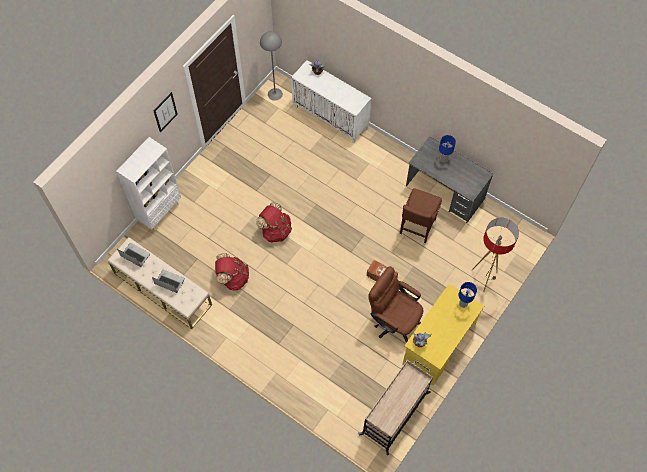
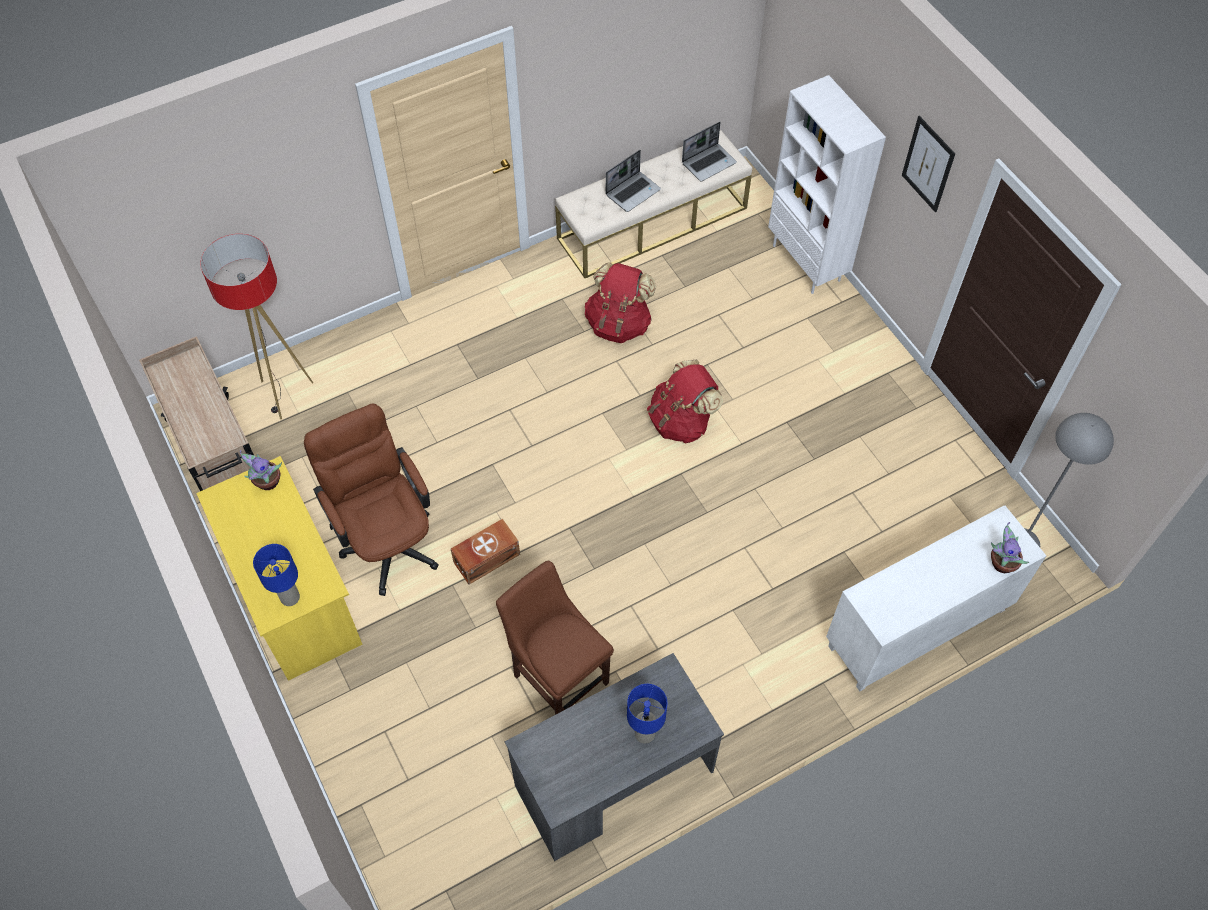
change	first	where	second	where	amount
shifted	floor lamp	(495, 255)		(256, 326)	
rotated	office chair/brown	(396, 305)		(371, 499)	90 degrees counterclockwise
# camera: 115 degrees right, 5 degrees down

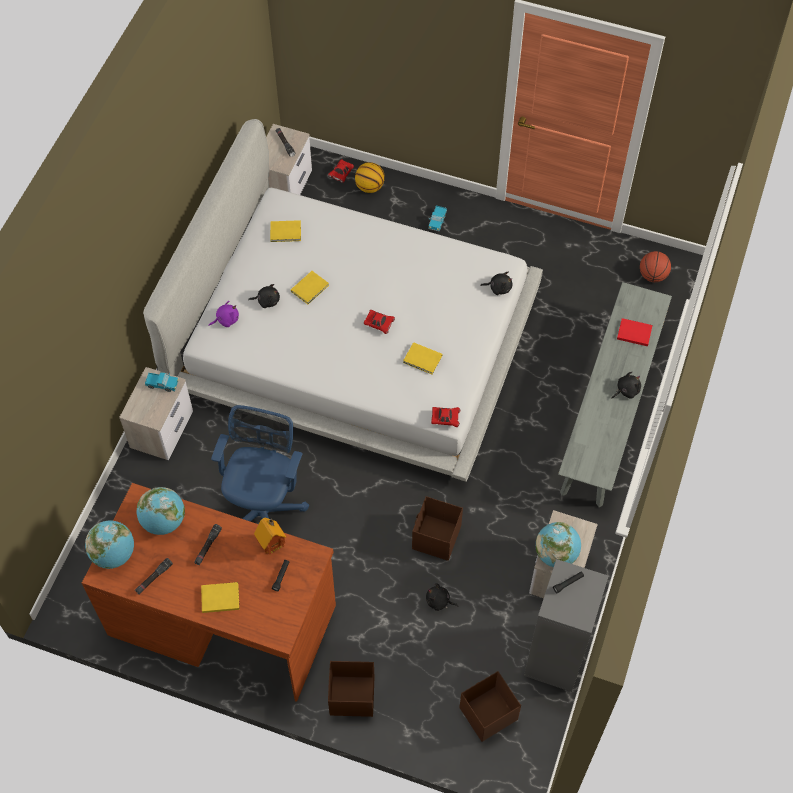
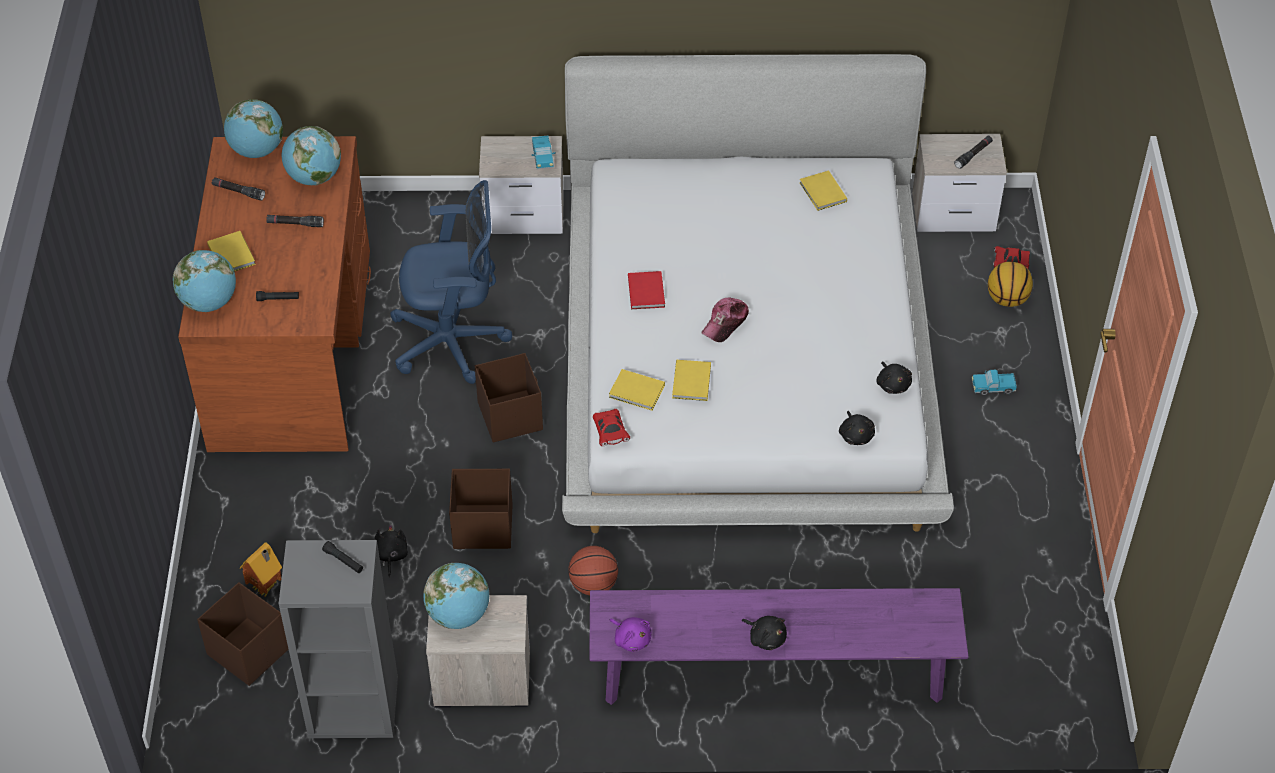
change	first	where	second	where	amount
new			globe	(204, 281)	
shifted	toy house	(270, 536)		(261, 570)	
shifted	storage box/brown	(351, 689)		(509, 398)	
shifted	basketball	(655, 266)		(593, 570)	
repainted	bench/grey	(615, 394)	bench/purple	(779, 646)	
shifted	book/yellow	(310, 287)		(637, 390)	
shifted	plush toy/purple	(223, 314)		(630, 634)	
shifted	book/red	(635, 332)		(646, 290)	
swapped	toy car/red	(379, 322)	cap	(725, 319)	
shifted	plush toy/black	(264, 296)		(894, 377)	
# camera: 70 degrees right, 10 degrees down

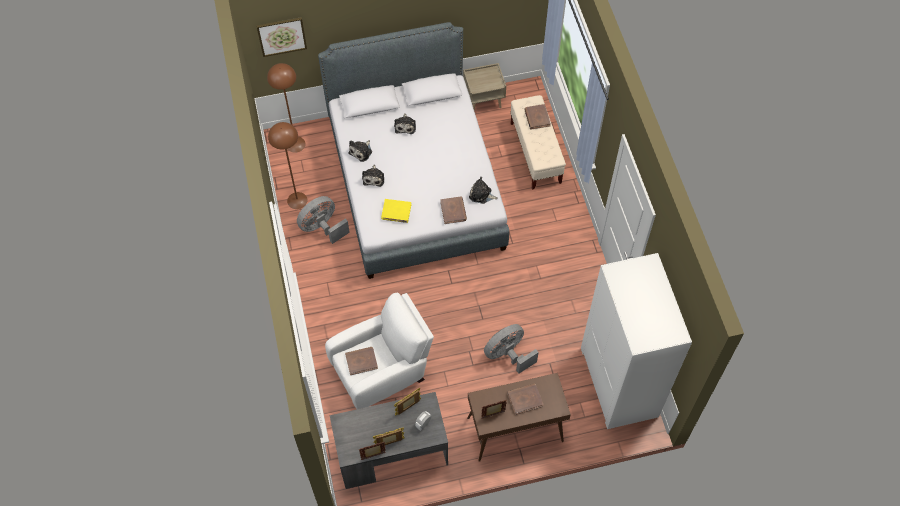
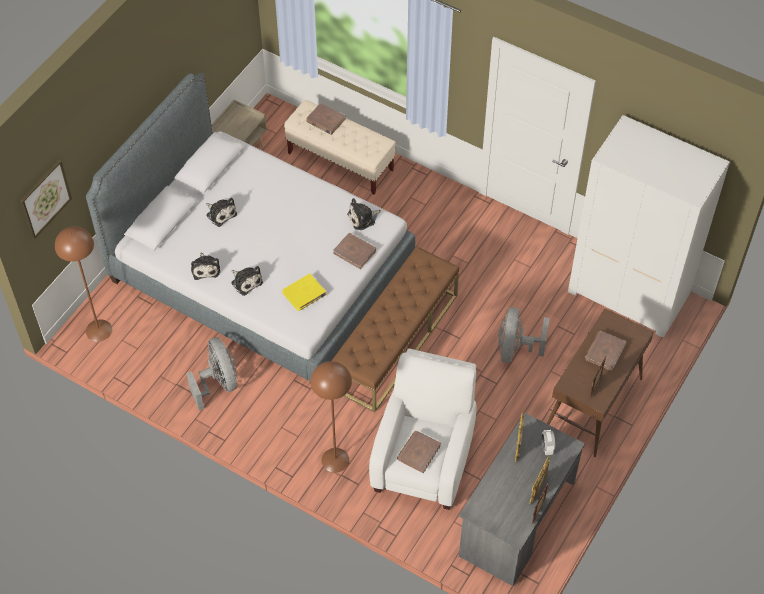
change	first	where	second	where	amount
rotated	fan/grey	(323, 220)		(212, 373)	150 degrees clockwise
shifted	floor lamp/brown	(287, 165)		(331, 417)	
new			bench/brown	(395, 329)	
# camera: 45 degrees left, 5 degrees down

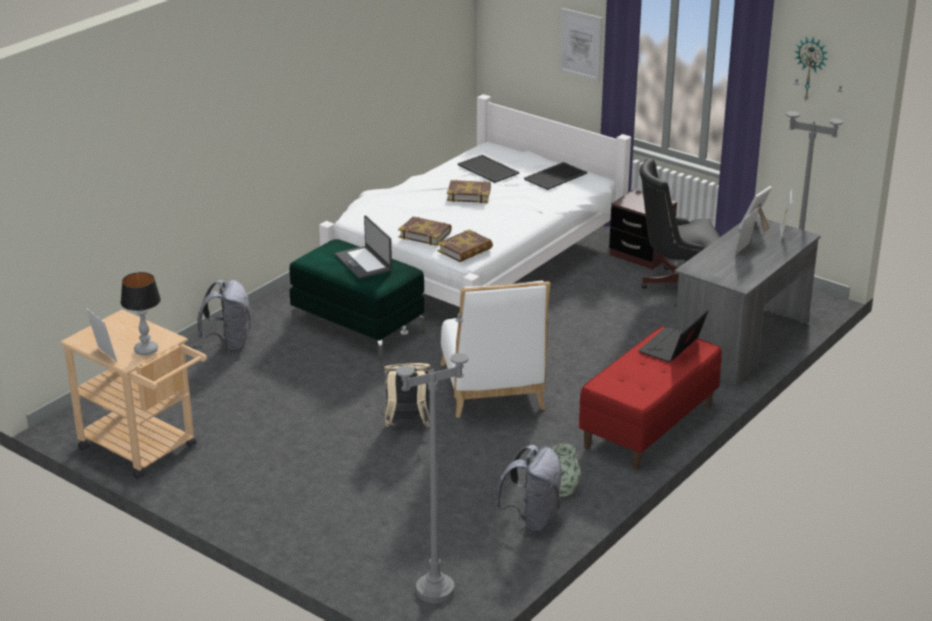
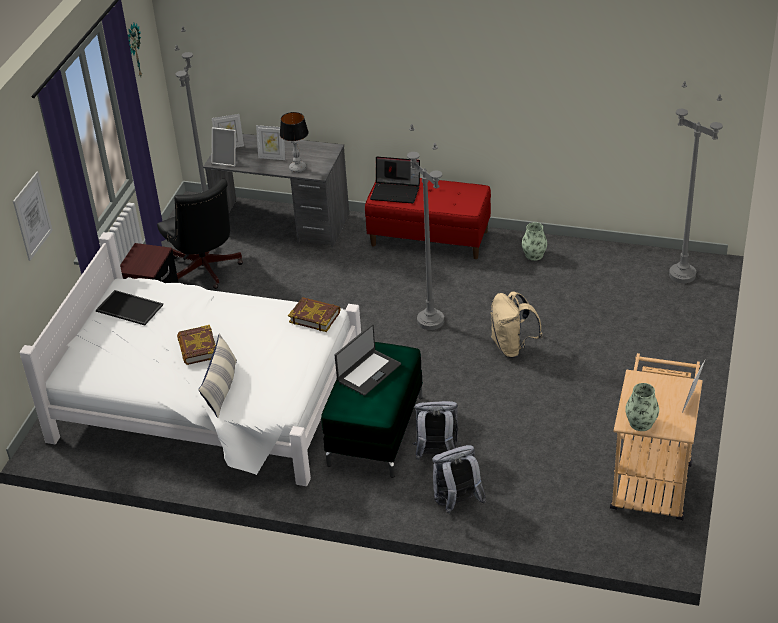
change	first	where	second	where	amount
new			pillow	(217, 376)	
shifted	table lamp	(141, 314)		(294, 142)	
swapped	chair/white	(495, 349)	floor lamp/grey	(425, 227)	
shifted	backpack/grey	(529, 489)		(437, 431)	
new			vase	(642, 407)	
gone	book	(425, 231)			
gone	tray	(488, 169)			
# camera: 110 degrees left, 10 degrees up

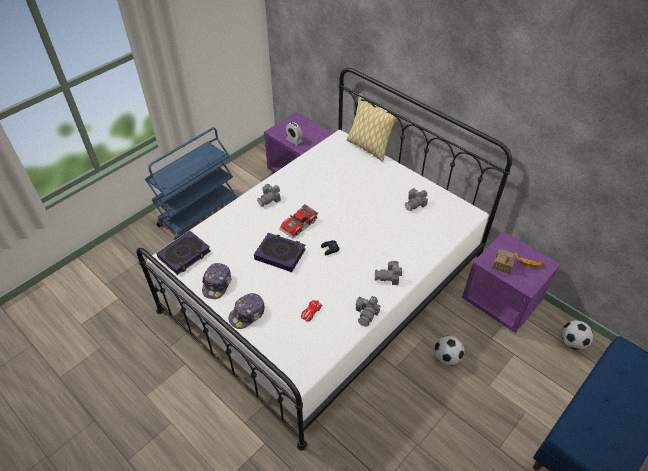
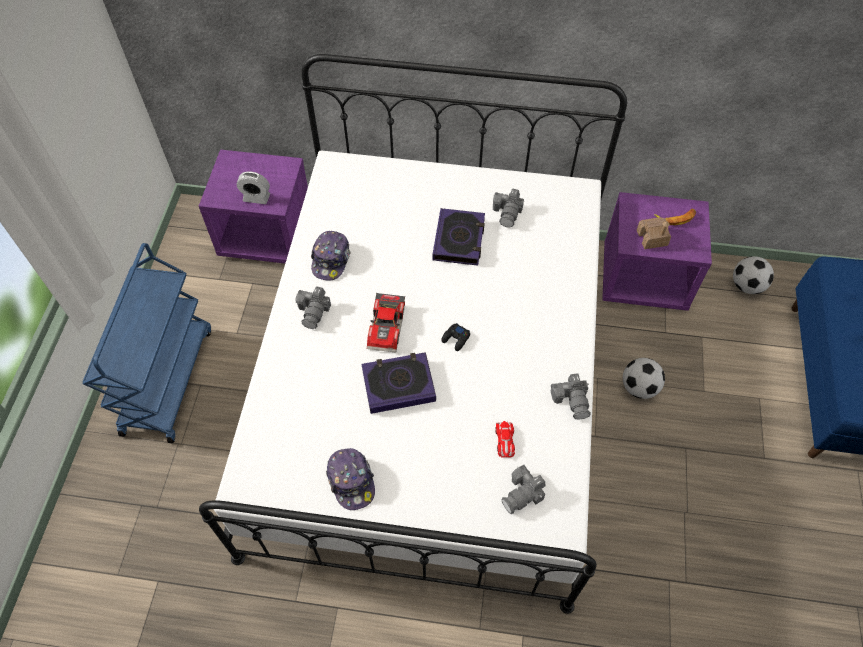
change	first	where	second	where	amount
shifted	cap	(246, 311)		(331, 255)	
shifted	book	(183, 253)		(458, 237)	
shifted	photo camera	(388, 272)		(523, 489)	
gone	pillow	(372, 128)			
# camera: 35 degrees left, 10 degrees up

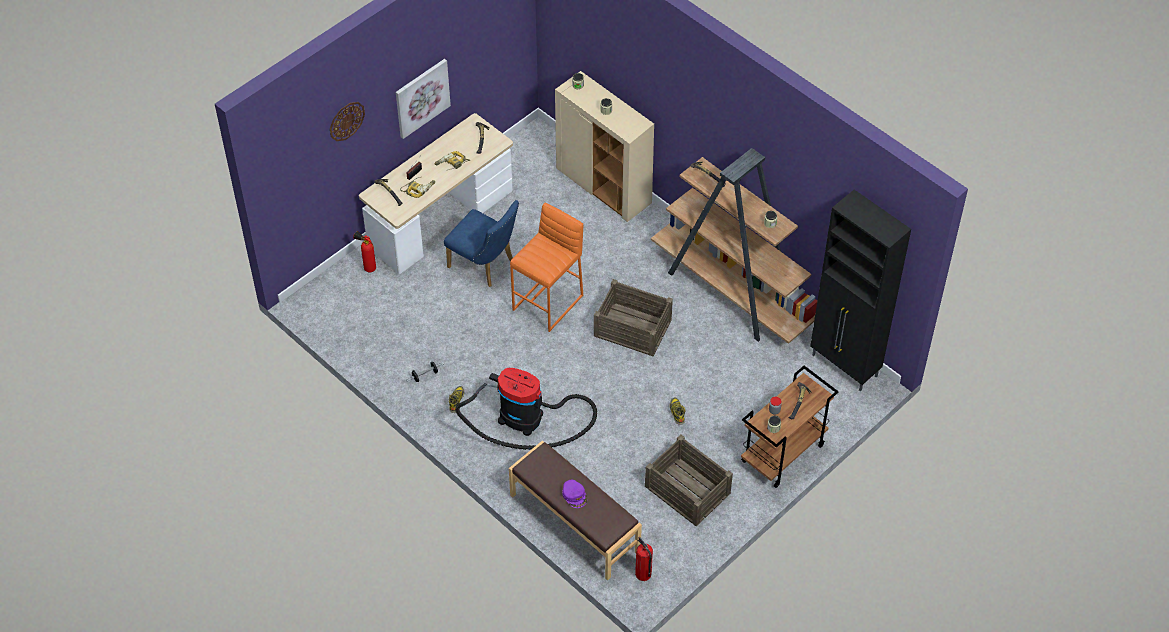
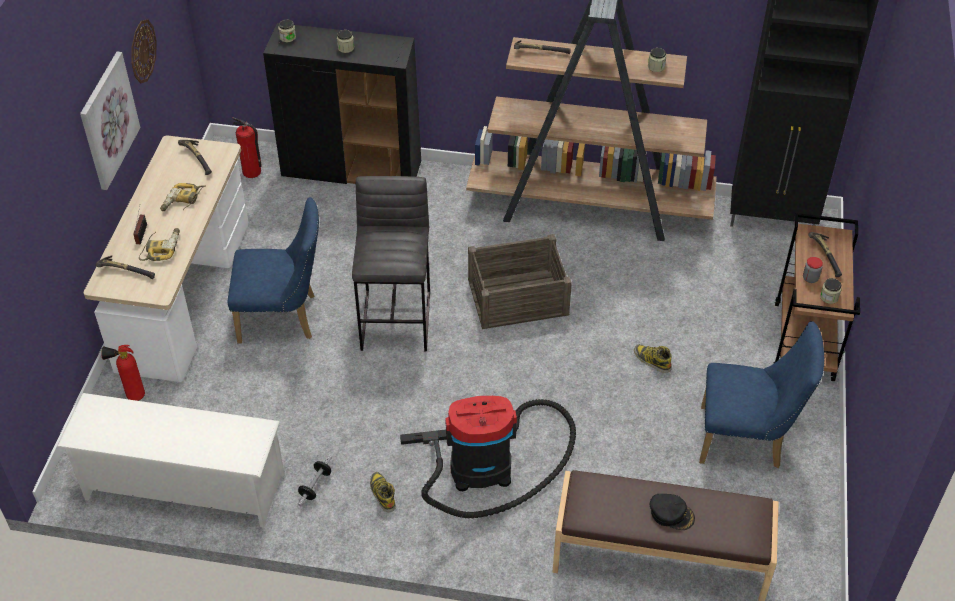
change	first	where	second	where	amount
new			shoe rack/white	(171, 460)	
shifted	wall clock	(347, 121)		(143, 51)	
shifted	fire extinguisher	(644, 559)		(247, 147)	
repainted	cabinet/beige	(604, 146)	cabinet/black	(342, 103)	
repainted	stool/orange	(546, 267)	stool/grey	(391, 264)	
repainted	cap/purple	(575, 494)	cap/black	(672, 512)	
swapped	crate	(689, 480)	chair/blue	(762, 394)	
# camera: 35 degrees left, 5 degrees down

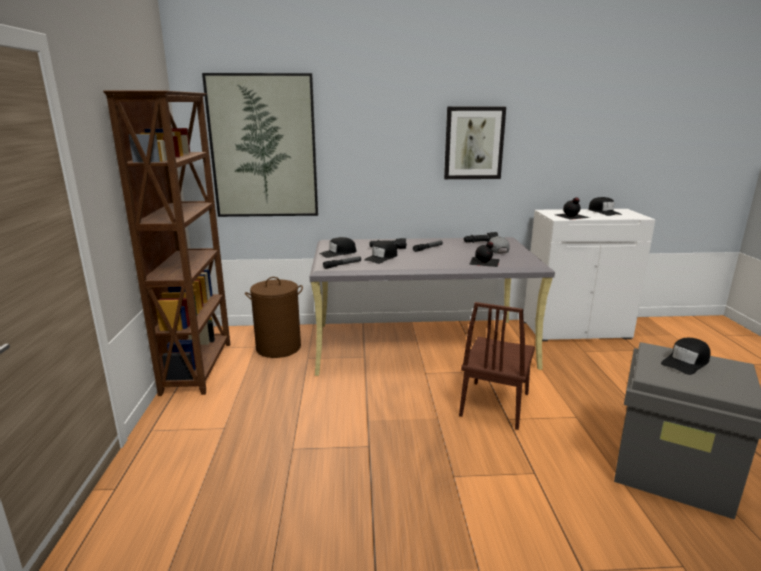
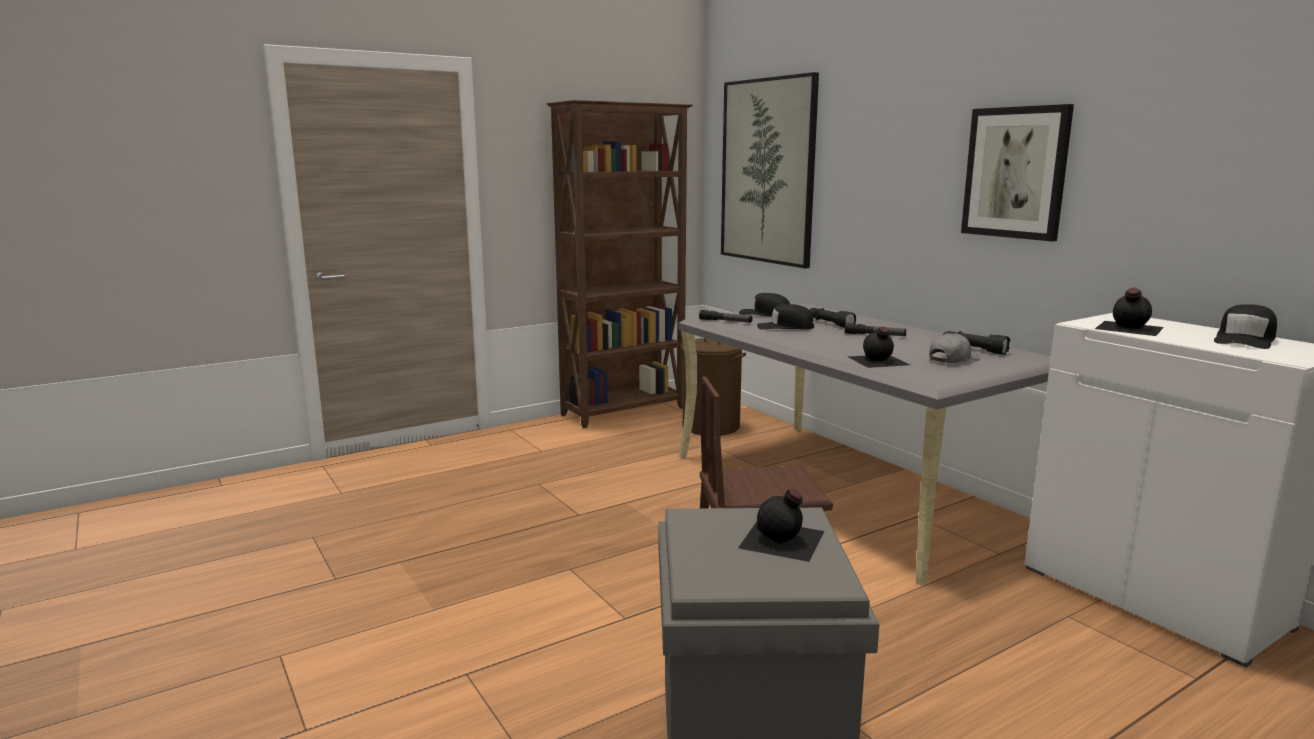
change	first	where	second	where	amount
swapped	cap/black	(686, 356)	bottle/black	(781, 525)	
# camera: 60 degrees right, 5 degrees down

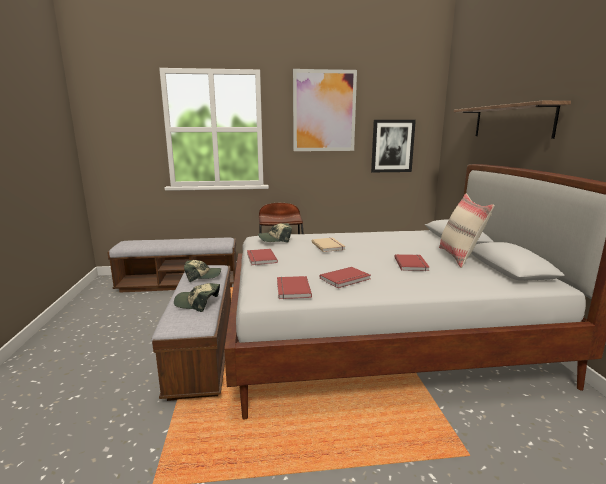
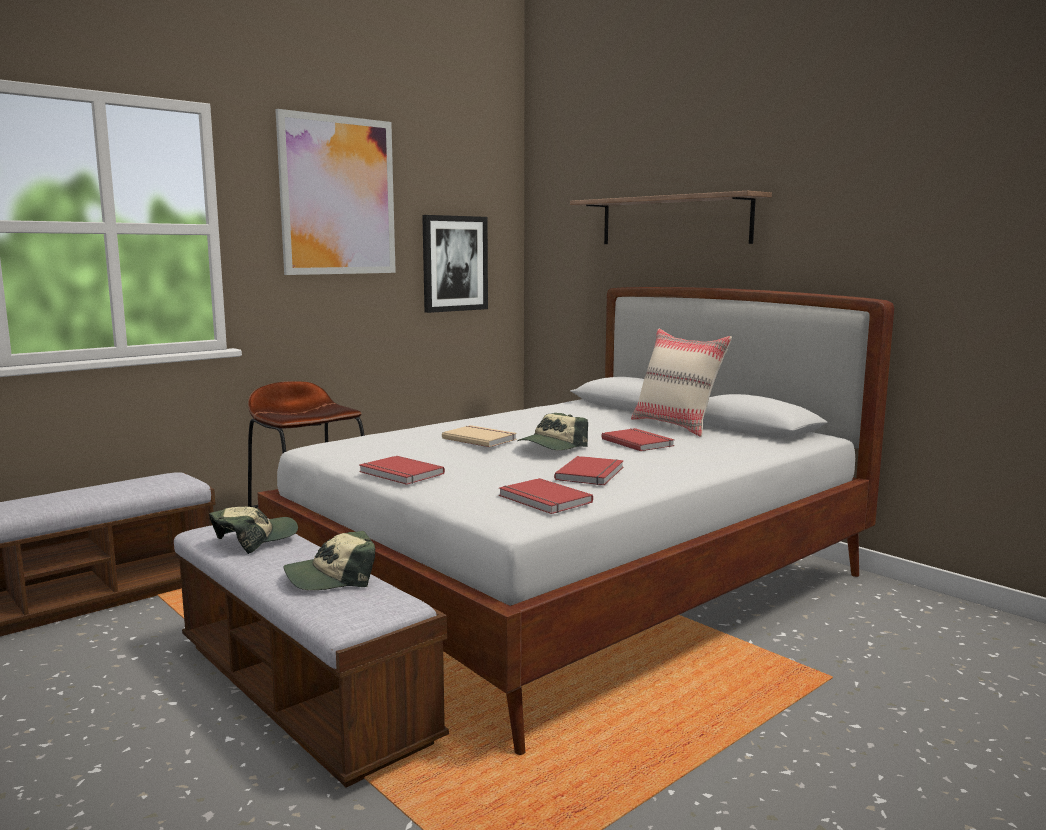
change	first	where	second	where	amount
shifted	cap	(275, 232)		(552, 431)	
# camera: 35 degrees left, 5 degrees down

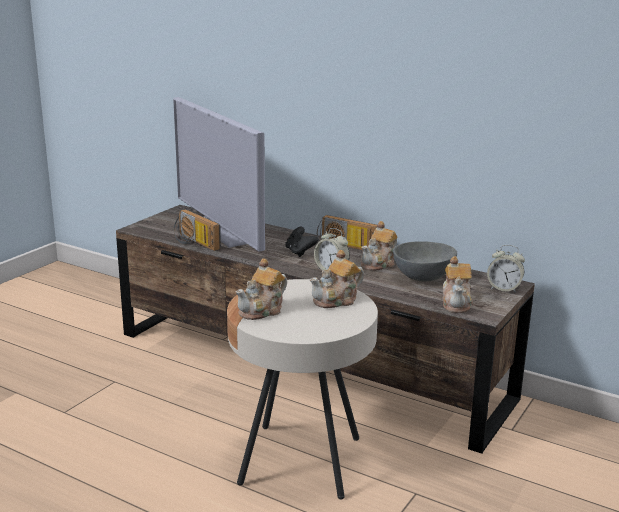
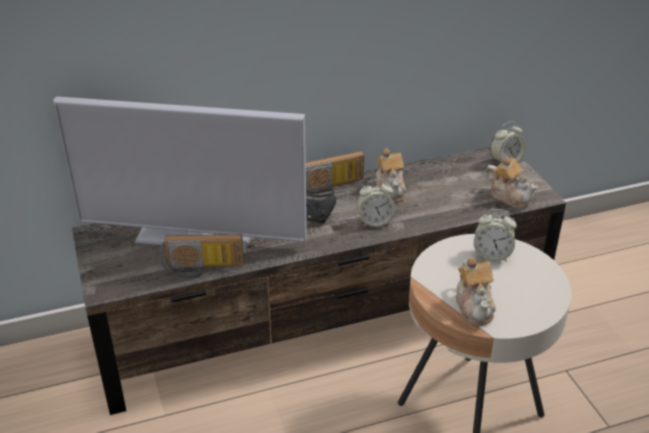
change	first	where	second	where	amount
swapped	teapot	(337, 279)	alarm clock	(495, 235)	
gone	bowl/grey	(425, 261)			
# camera: 50 degrees left, 15 degrees up

